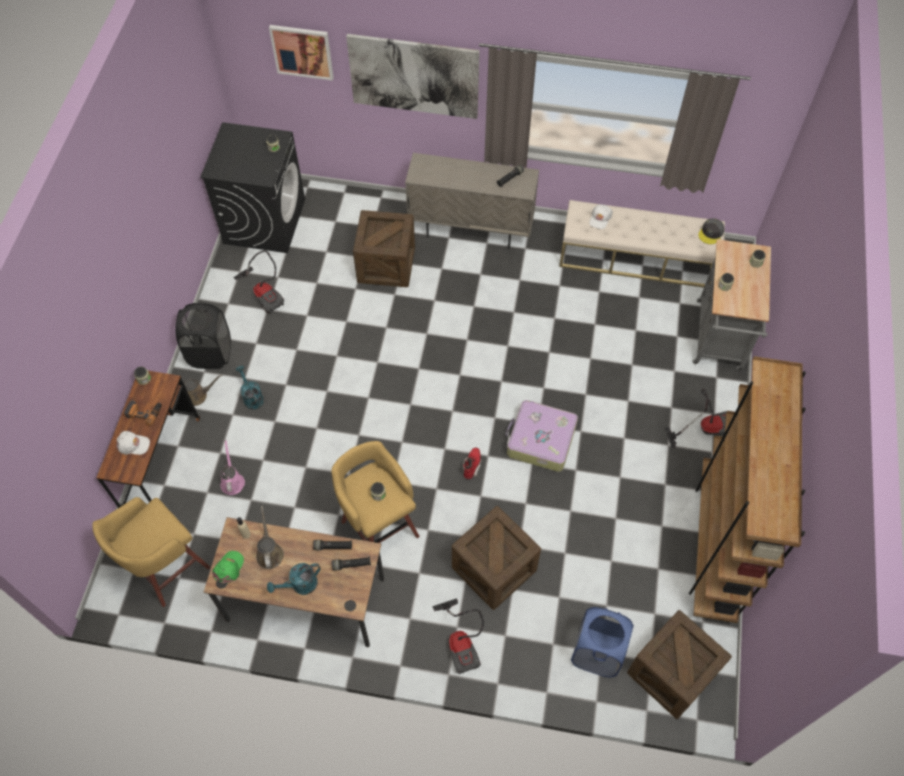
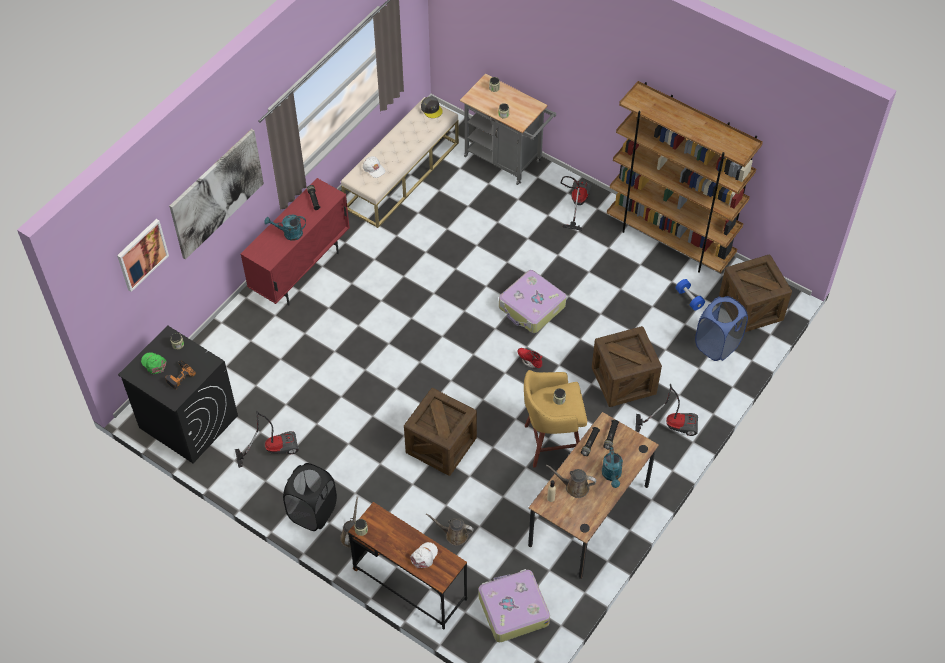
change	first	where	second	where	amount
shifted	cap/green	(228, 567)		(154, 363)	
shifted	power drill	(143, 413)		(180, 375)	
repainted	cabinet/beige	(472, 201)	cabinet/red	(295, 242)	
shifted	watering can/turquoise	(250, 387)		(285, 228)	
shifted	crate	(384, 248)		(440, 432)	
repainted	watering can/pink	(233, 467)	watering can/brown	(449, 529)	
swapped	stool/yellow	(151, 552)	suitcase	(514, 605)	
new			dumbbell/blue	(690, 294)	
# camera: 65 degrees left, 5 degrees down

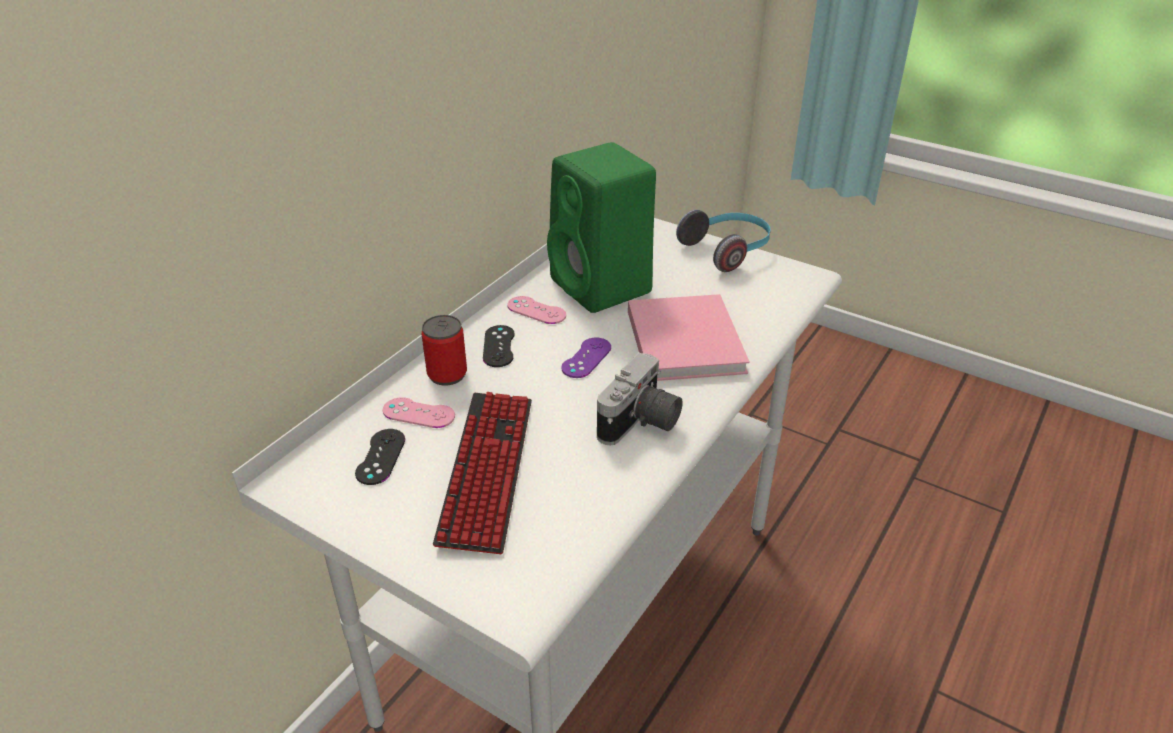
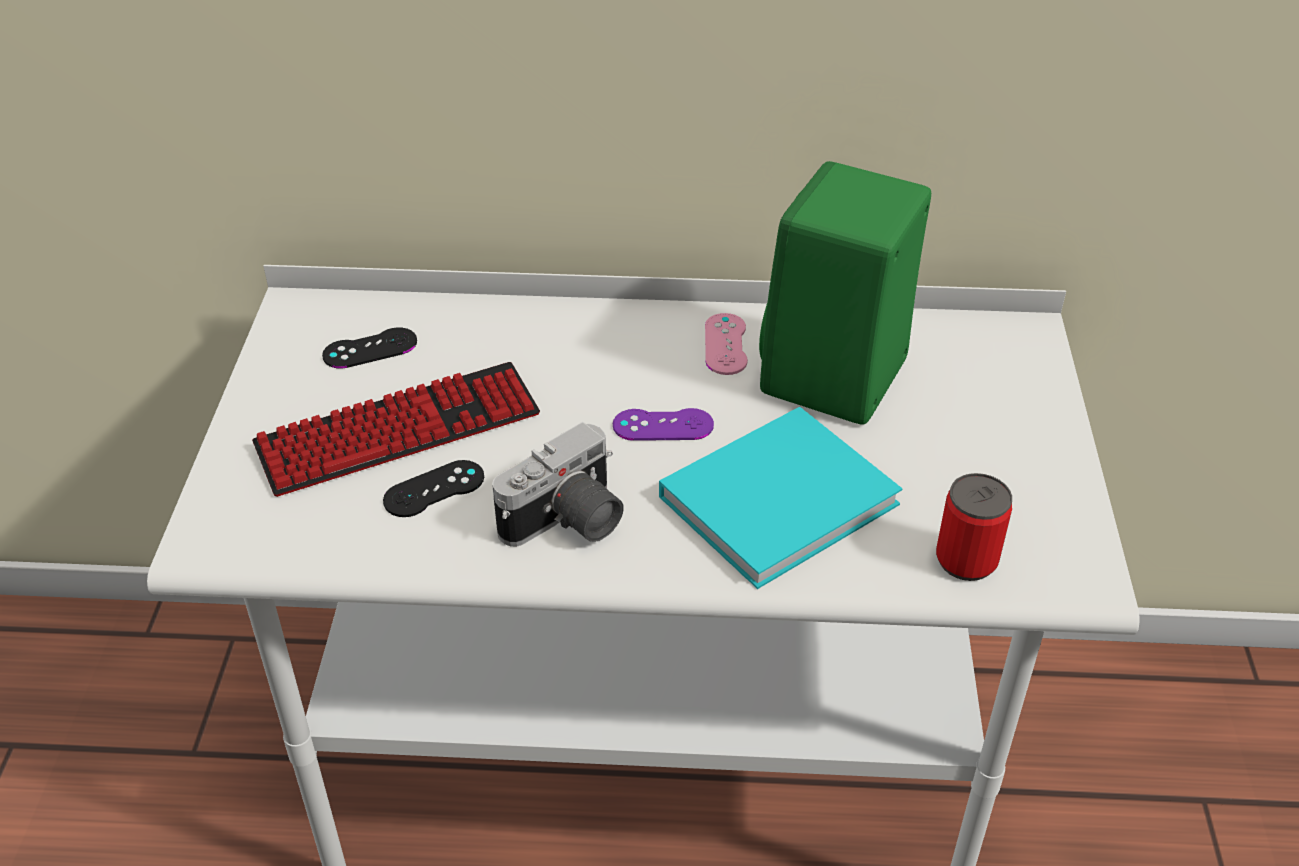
change	first	where	second	where	amount
shifted	game controller/black	(499, 346)		(433, 488)	
rotated	photo camera	(640, 399)		(558, 484)	45 degrees counterclockwise
repainted	book/pink	(689, 337)	book/turquoise	(781, 498)	
shifted	can	(444, 350)		(974, 527)	
gone	game controller/pink	(419, 412)			
gone	headphones	(723, 241)			
# camera: 60 degrees right, 5 degrees up

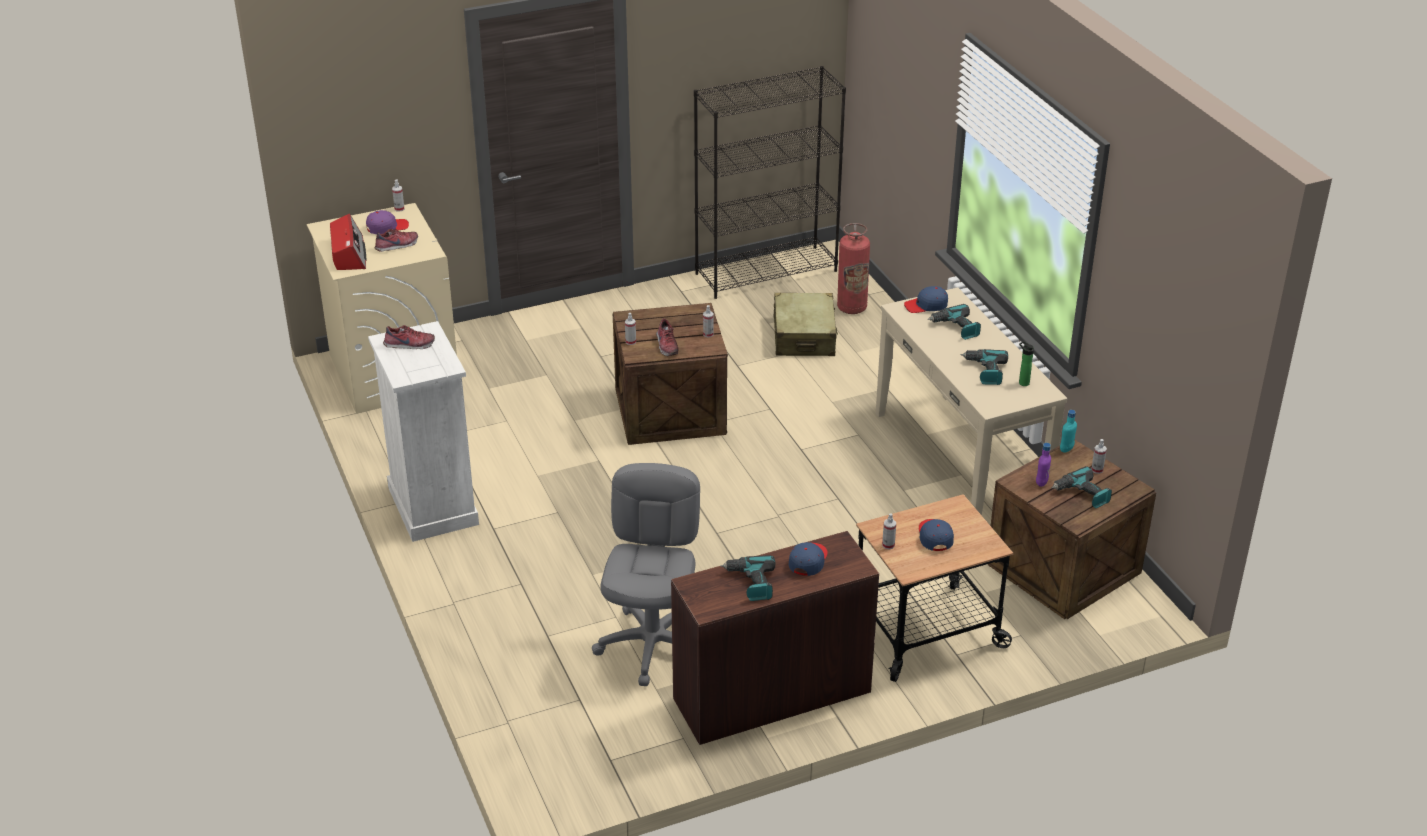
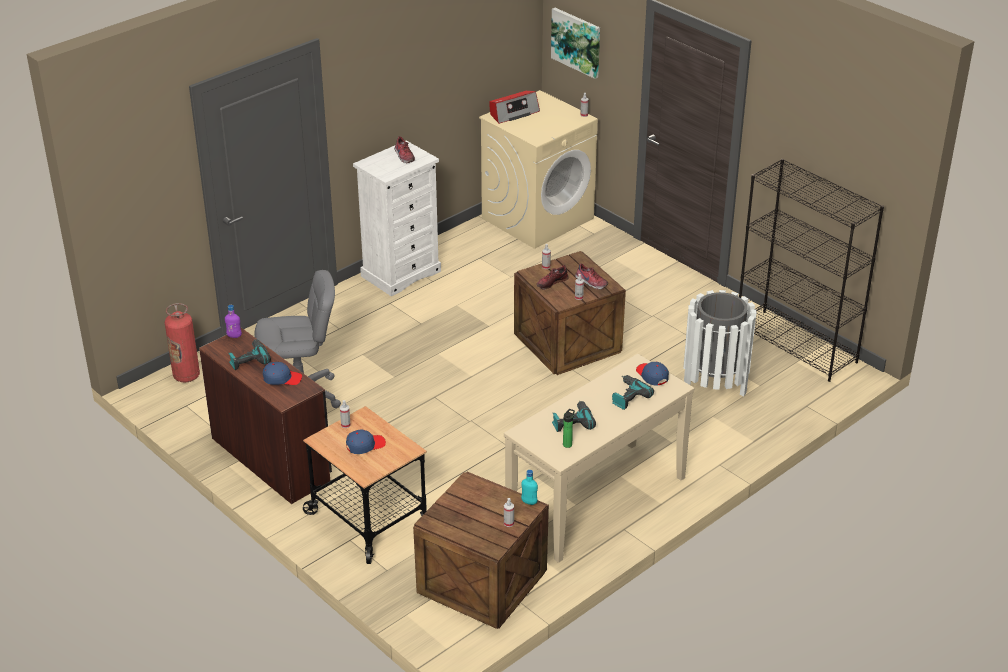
change	first	where	second	where	amount
shifted	fire extinguisher	(853, 268)		(182, 343)	
shifted	bottle/purple	(1043, 465)		(233, 321)	
new			picture	(575, 43)	
shifted	shoe	(396, 240)		(591, 276)	
swapped	suitcase/beige	(806, 324)	trash can/white	(720, 343)	
gone	cap/purple	(387, 222)			
gone	power drill	(1081, 487)			
# camera: 70 degrees right, 0 degrees up

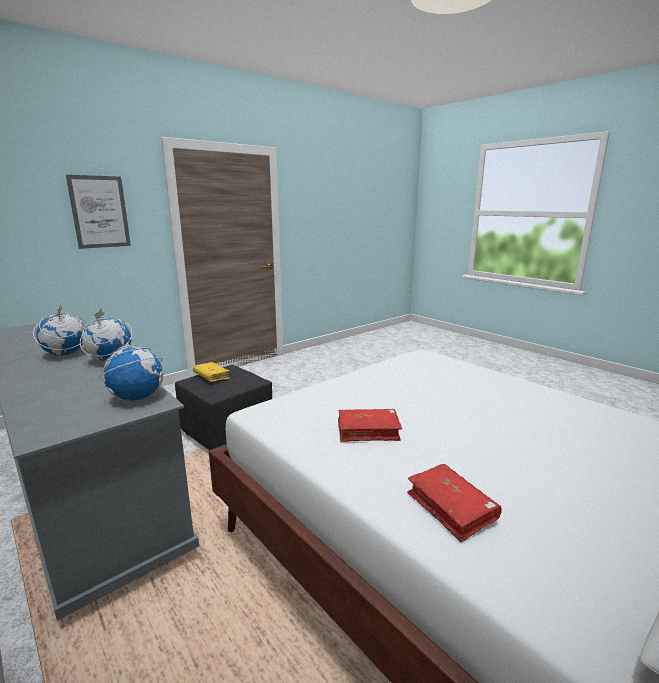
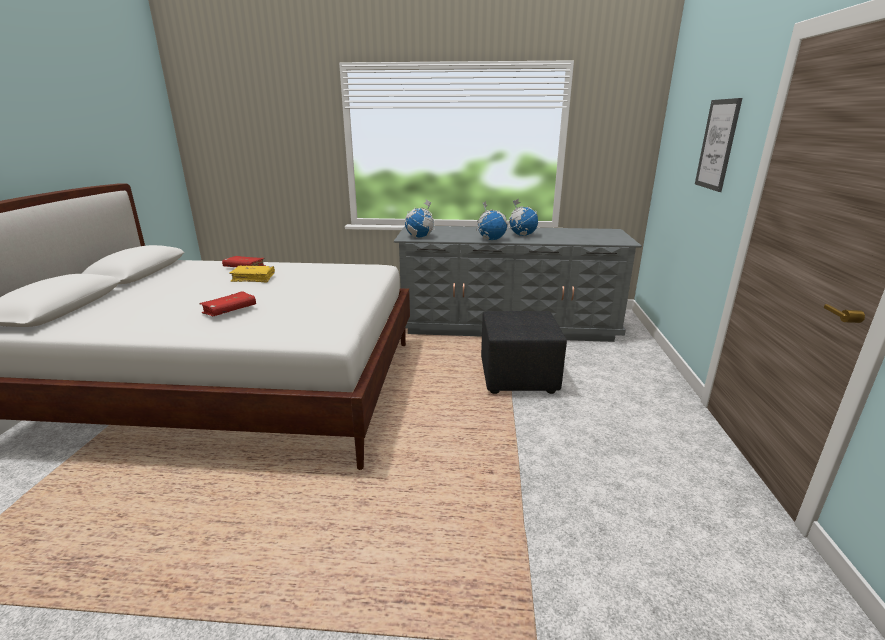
change	first	where	second	where	amount
shifted	book/red	(370, 425)		(227, 303)	
shifted	book/yellow	(211, 372)		(252, 274)	
# camera: 135 degrees right, 5 degrees up

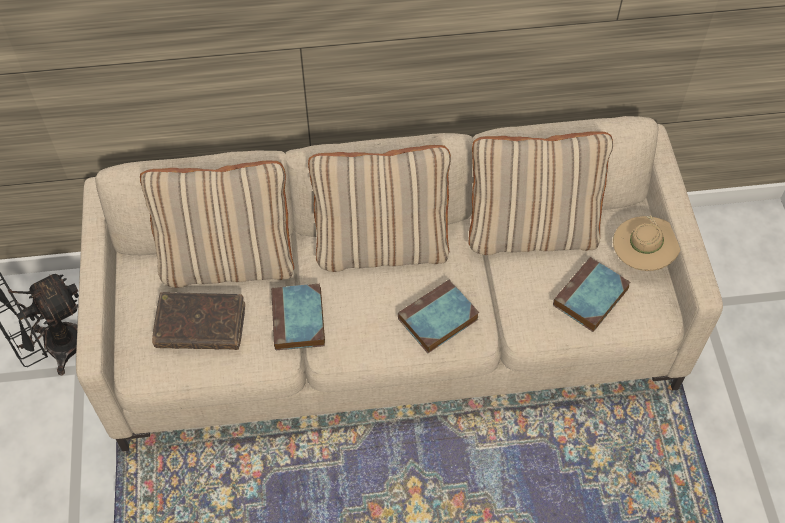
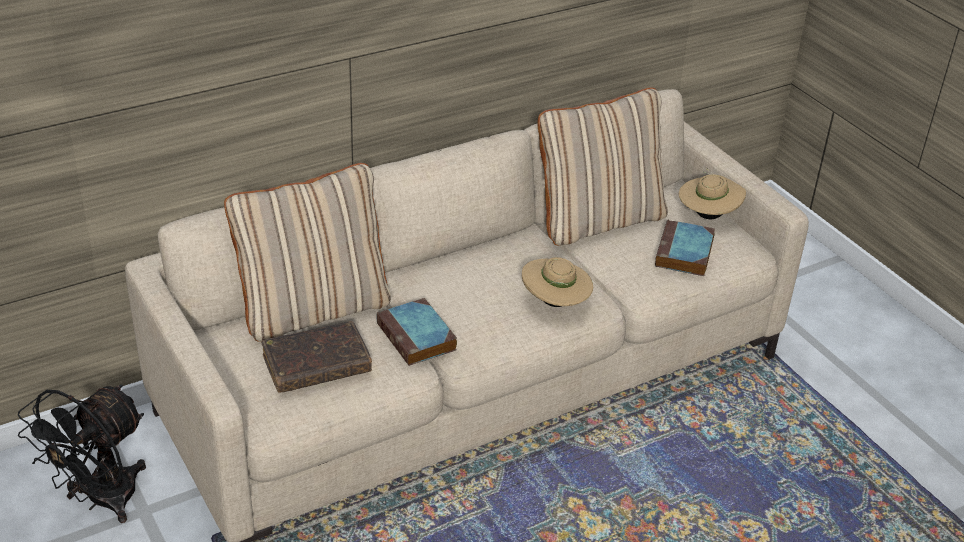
change	first	where	second	where	amount
swapped	book	(438, 316)	hat/beige	(557, 282)	
gone	pillow/beige	(379, 208)			
# camera: 25 degrees left, 20 degrees down

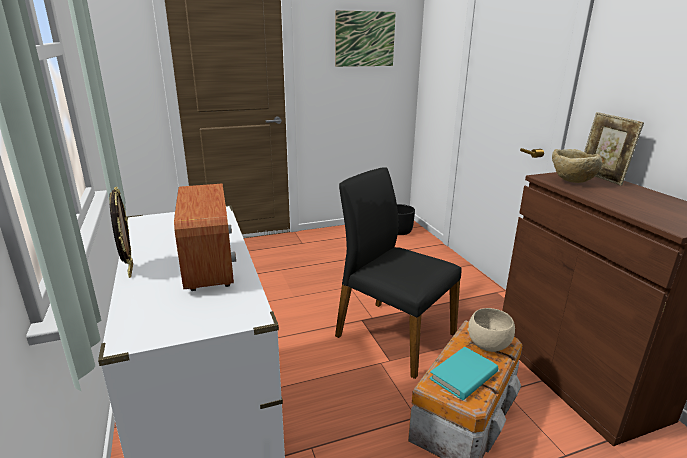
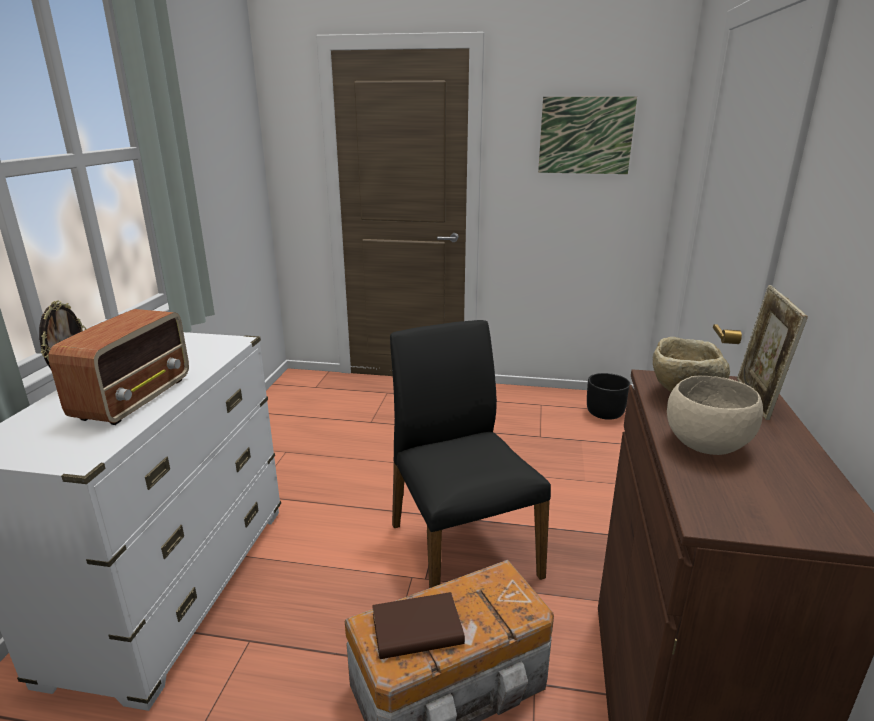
change	first	where	second	where	amount
repainted	book/turquoise	(463, 373)	book/brown	(418, 625)	
shifted	bowl/beige	(491, 330)		(715, 415)	
# camera: 30 degrees right, 0 degrees up

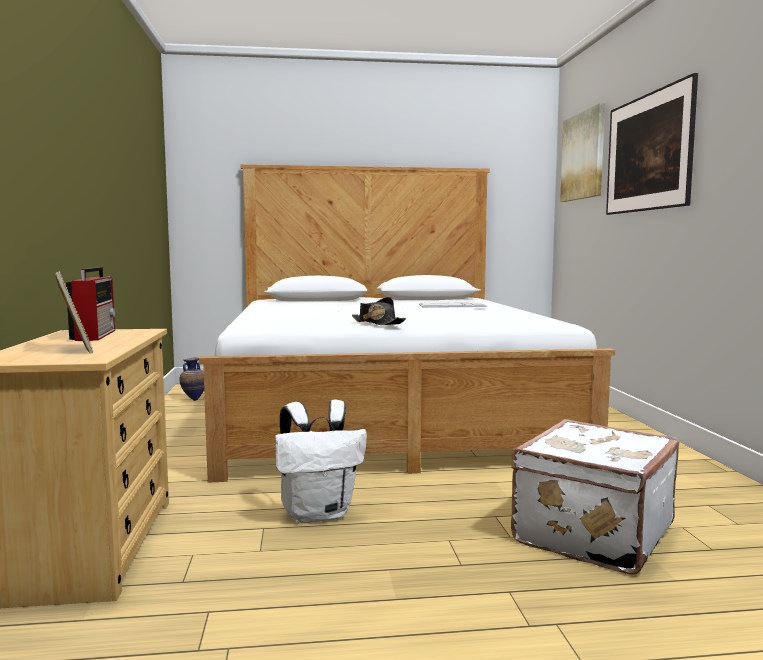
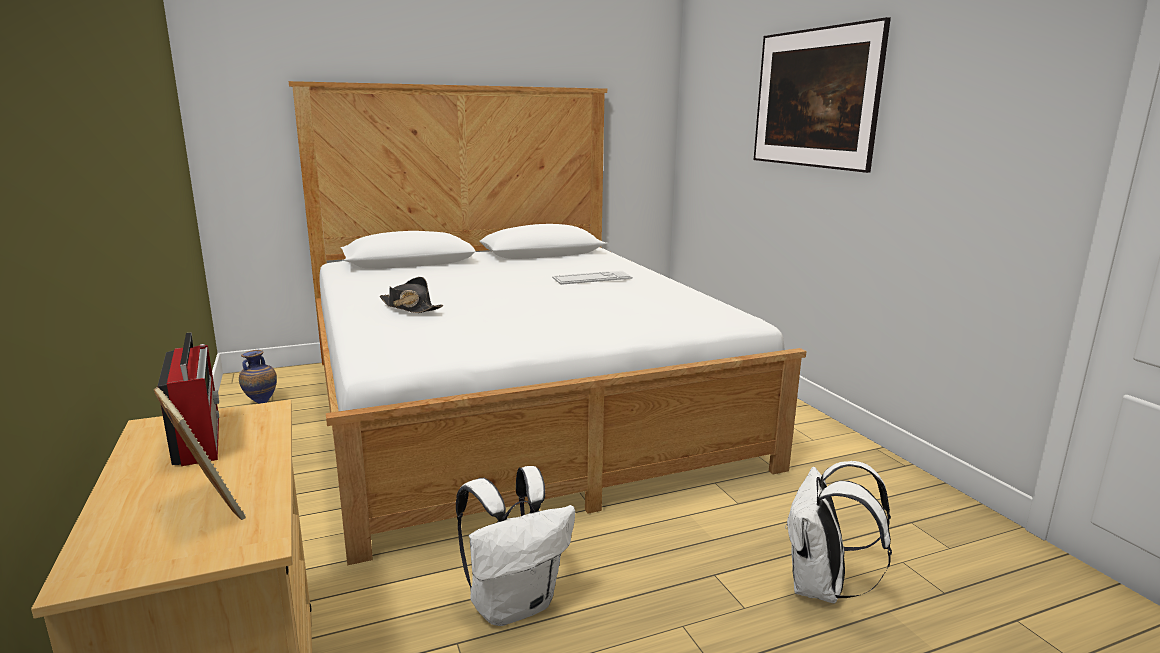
change	first	where	second	where	amount
shifted	hat/black	(379, 311)		(411, 295)	
swapped	suitcase/white	(595, 497)	backpack/white	(838, 532)	
gone	picture	(582, 152)			
# camera: 15 degrees left, 10 degrees up

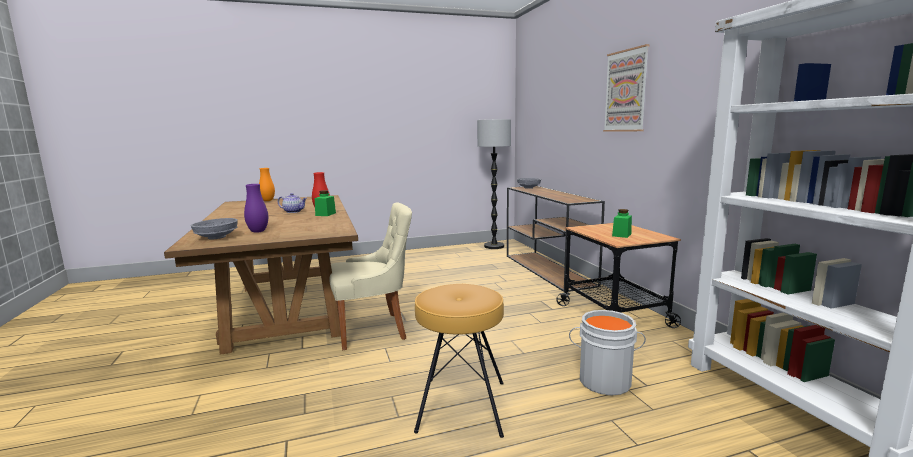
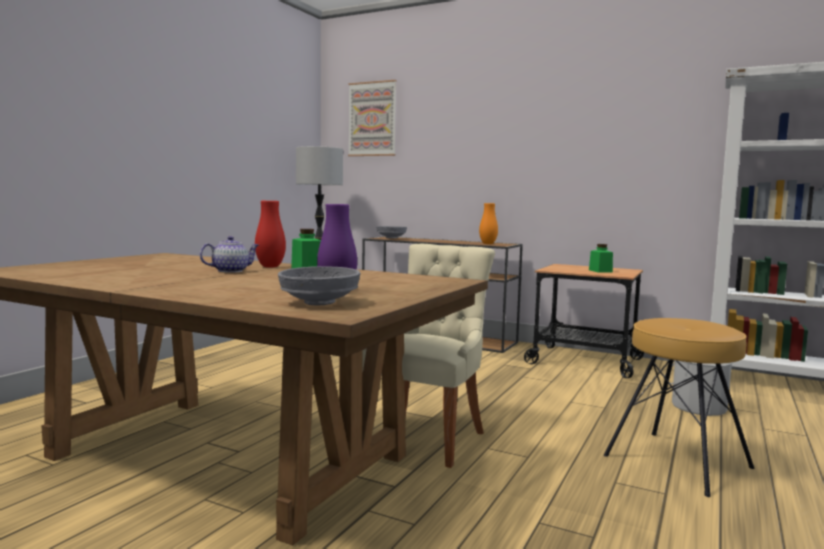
change	first	where	second	where	amount
shifted	picture	(626, 88)		(372, 118)	
shifted	vase/orange	(267, 184)		(488, 223)	
# camera: 45 degrees left, 5 degrees down

